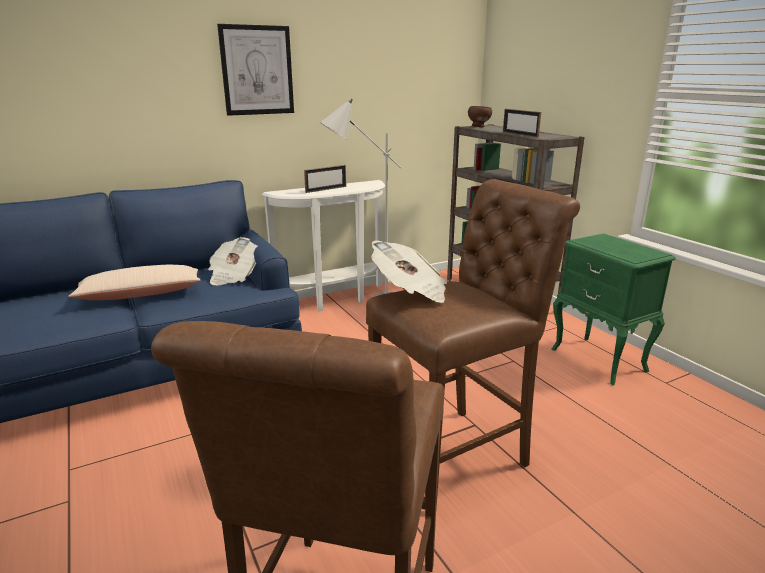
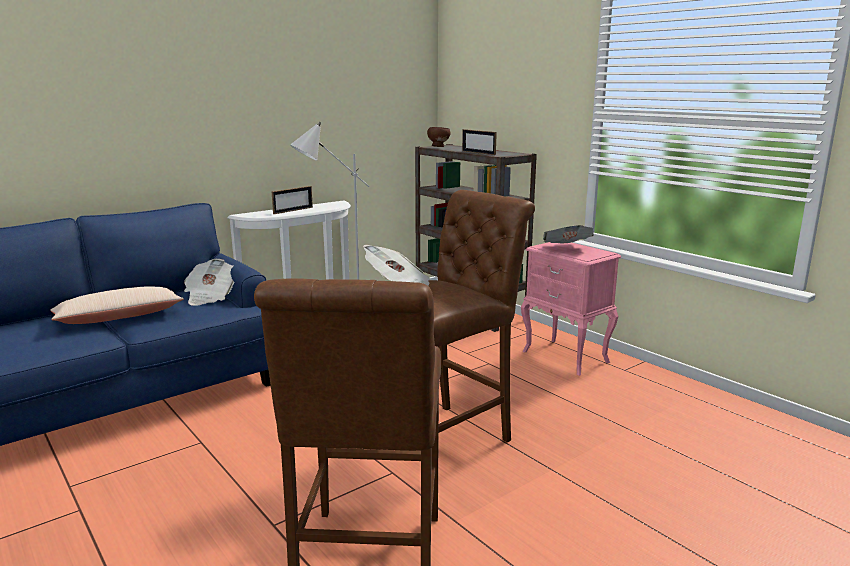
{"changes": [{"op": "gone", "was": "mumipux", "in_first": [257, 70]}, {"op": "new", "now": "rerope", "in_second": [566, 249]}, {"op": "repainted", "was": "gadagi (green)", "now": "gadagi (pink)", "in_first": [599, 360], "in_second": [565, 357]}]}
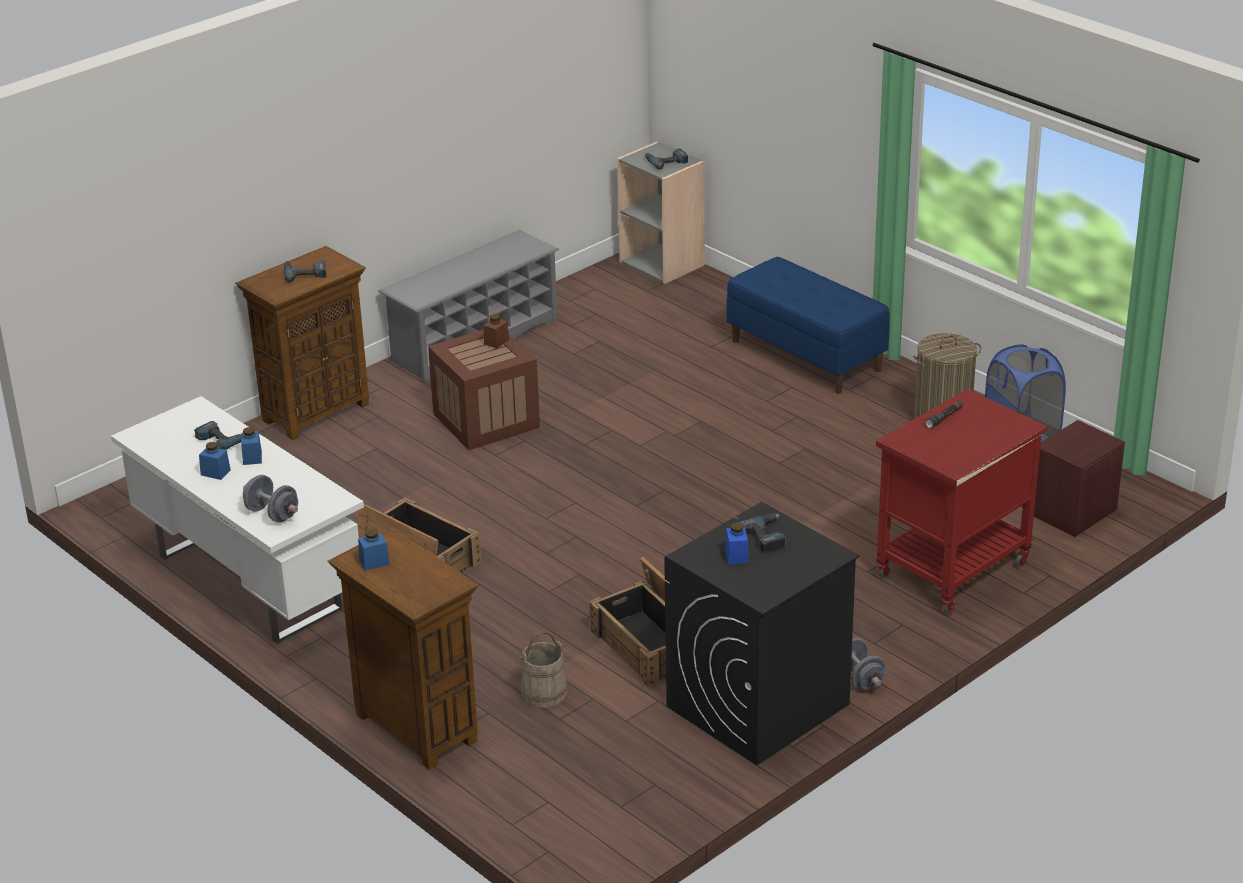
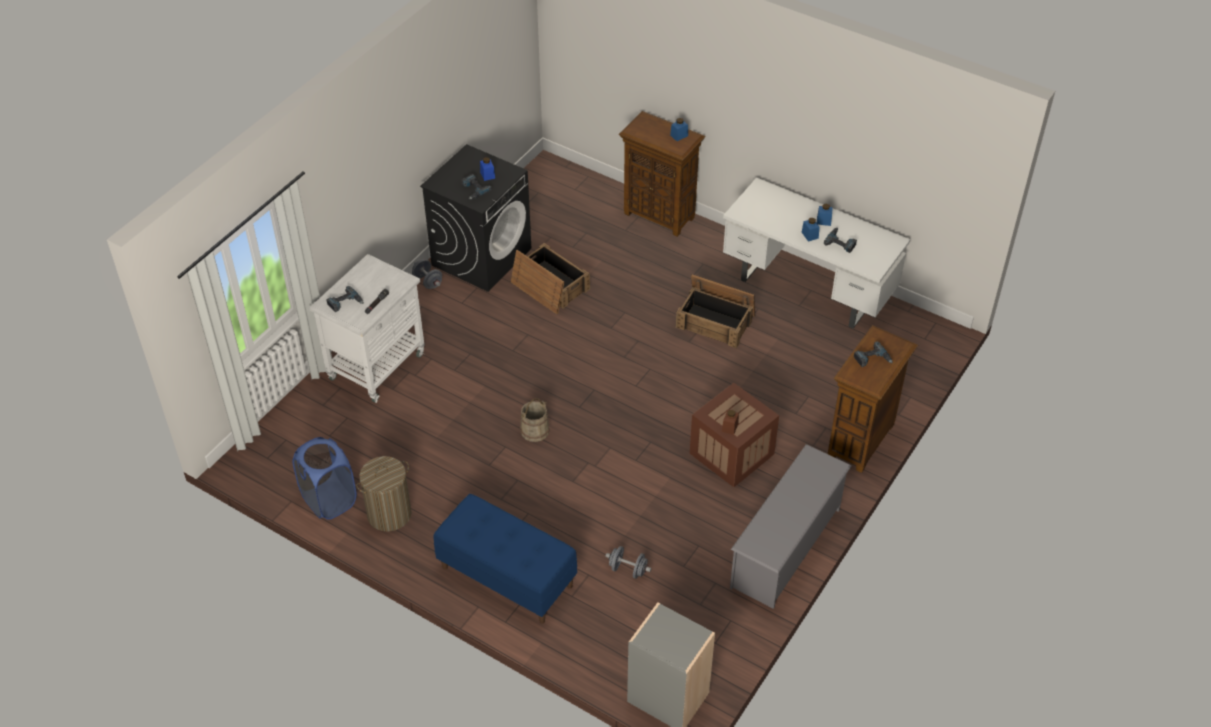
{"changes": [{"op": "gone", "was": "gadagi (brown)", "in_first": [1073, 512]}, {"op": "shifted", "was": "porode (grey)", "in_first": [272, 514], "in_second": [628, 569]}, {"op": "shifted", "was": "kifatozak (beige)", "in_first": [544, 693], "in_second": [534, 430]}, {"op": "shifted", "was": "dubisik", "in_first": [666, 161], "in_second": [345, 303]}, {"op": "repainted", "was": "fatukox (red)", "now": "fatukox (white)", "in_first": [951, 572], "in_second": [378, 367]}]}
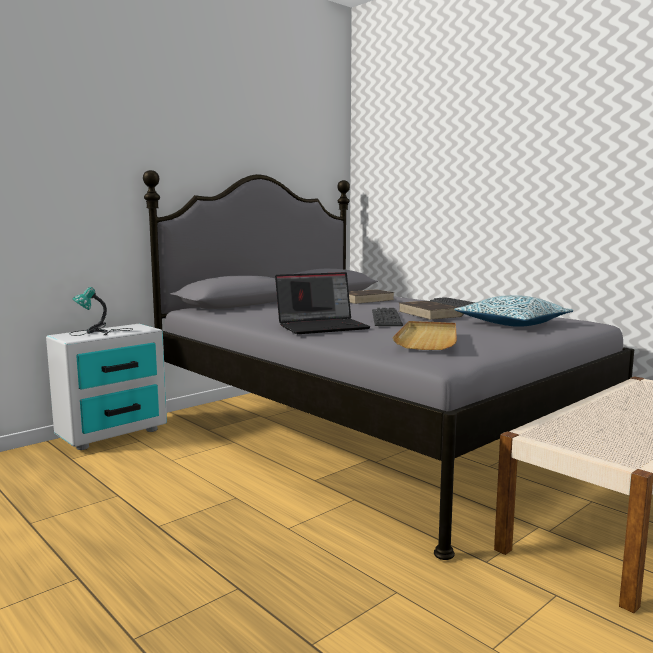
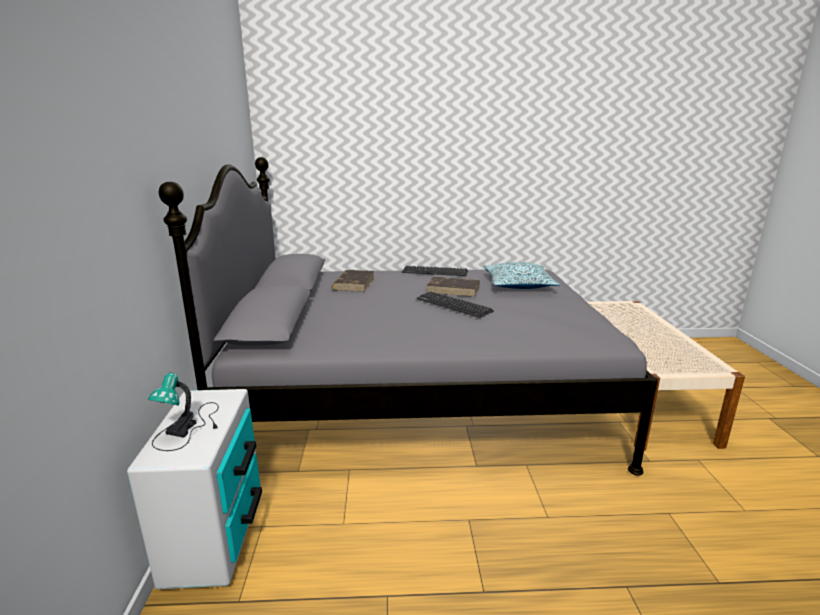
{"changes": [{"op": "gone", "was": "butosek", "in_first": [323, 326]}, {"op": "gone", "was": "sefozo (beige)", "in_first": [428, 339]}]}
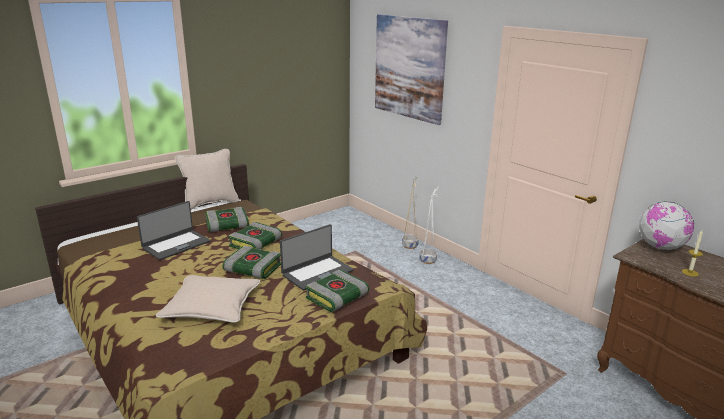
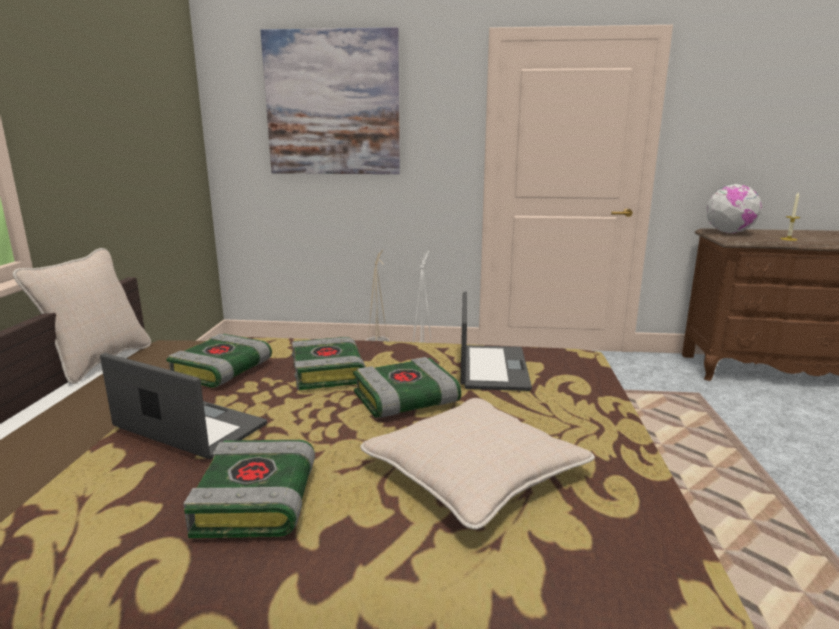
{"changes": [{"op": "shifted", "was": "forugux", "in_first": [337, 298], "in_second": [258, 501]}, {"op": "rotated", "was": "butosek", "in_first": [176, 245], "in_second": [189, 428], "clockwise": -60}]}
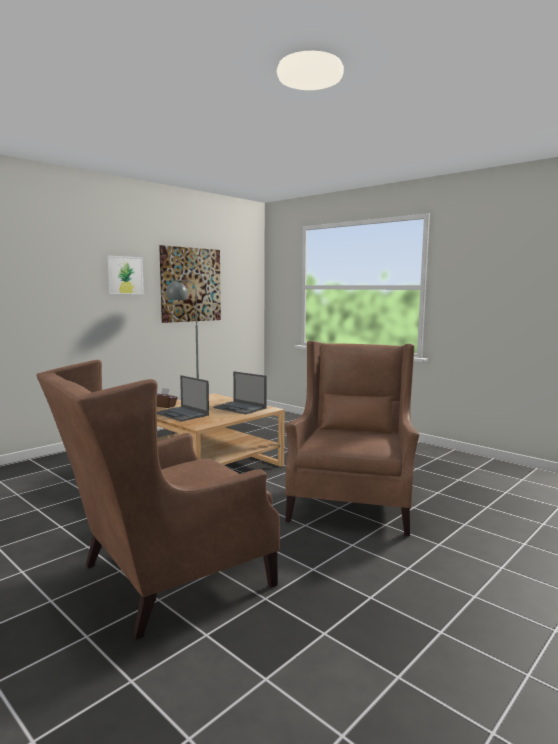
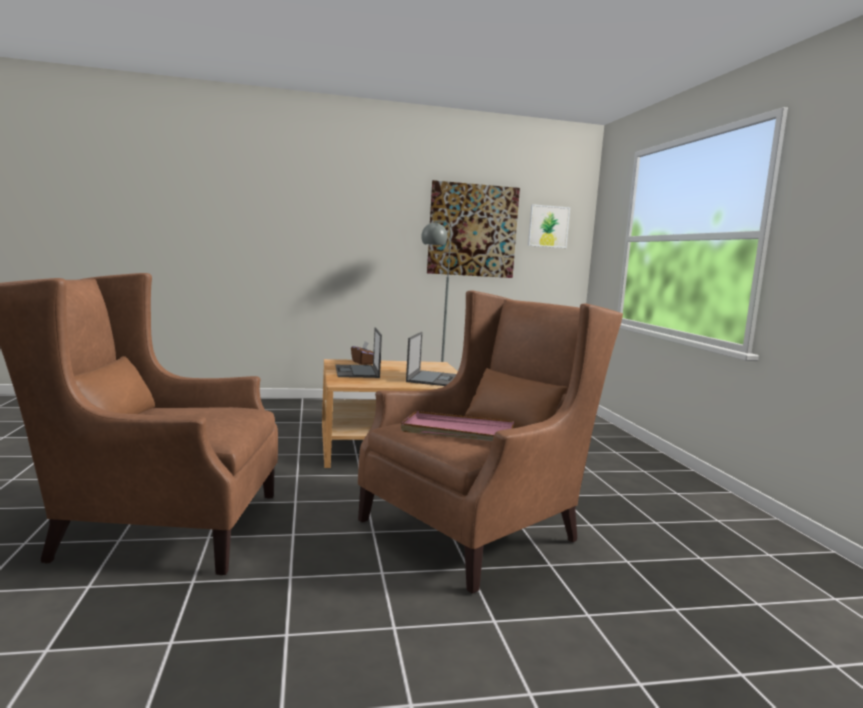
{"changes": [{"op": "new", "now": "sefozo (pink)", "in_second": [457, 431]}, {"op": "shifted", "was": "mumipux", "in_first": [125, 275], "in_second": [548, 226]}, {"op": "rotated", "was": "butosek", "in_first": [240, 408], "in_second": [432, 378], "clockwise": -150}]}
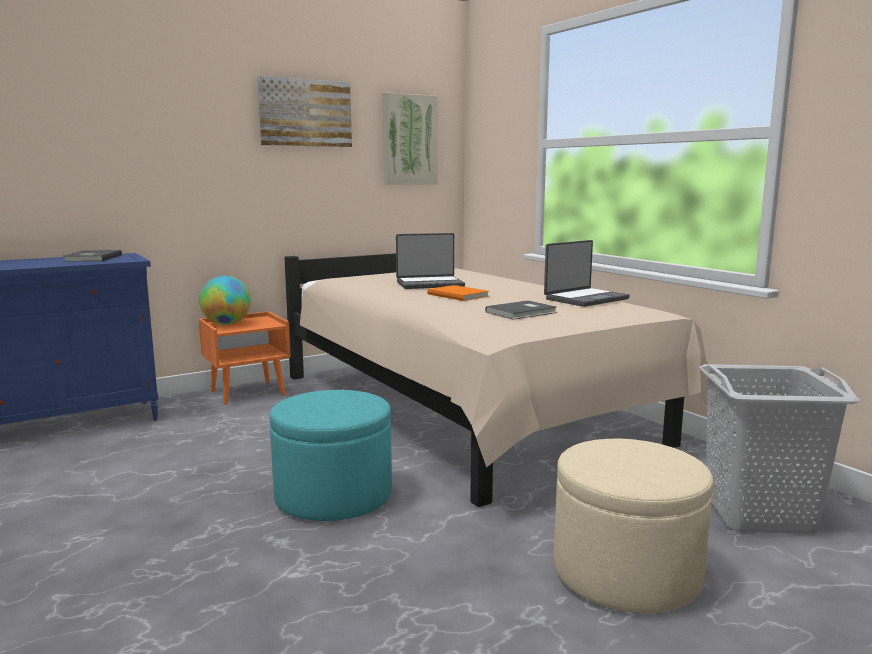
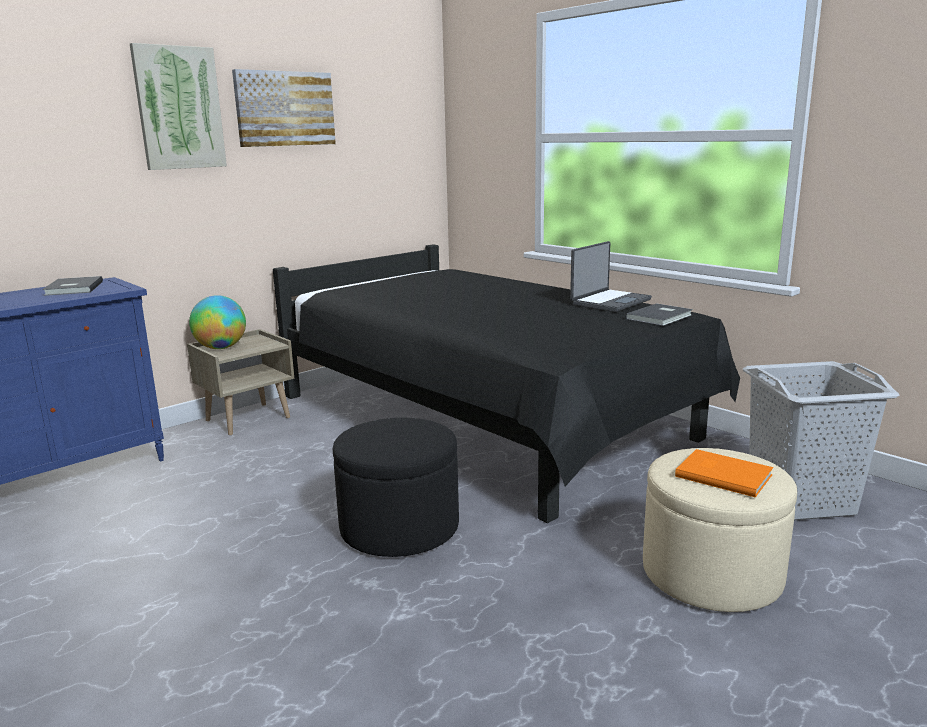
{"changes": [{"op": "gone", "was": "butosek", "in_first": [429, 284]}, {"op": "shifted", "was": "mumipux", "in_first": [409, 140], "in_second": [179, 108]}, {"op": "shifted", "was": "forugux (orange)", "in_first": [458, 295], "in_second": [723, 474]}, {"op": "shifted", "was": "forugux (grey)", "in_first": [522, 312], "in_second": [661, 317]}, {"op": "repainted", "was": "gadagi (orange)", "now": "gadagi (beige)", "in_first": [248, 392], "in_second": [248, 418]}, {"op": "repainted", "was": "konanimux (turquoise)", "now": "konanimux (black)", "in_first": [333, 496], "in_second": [399, 527]}, {"op": "repainted", "was": "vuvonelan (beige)", "now": "vuvonelan (black)", "in_first": [466, 411], "in_second": [488, 420]}]}
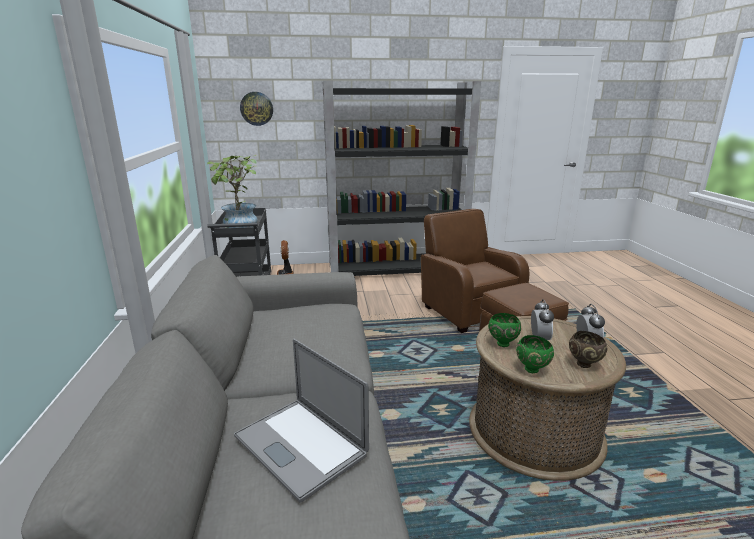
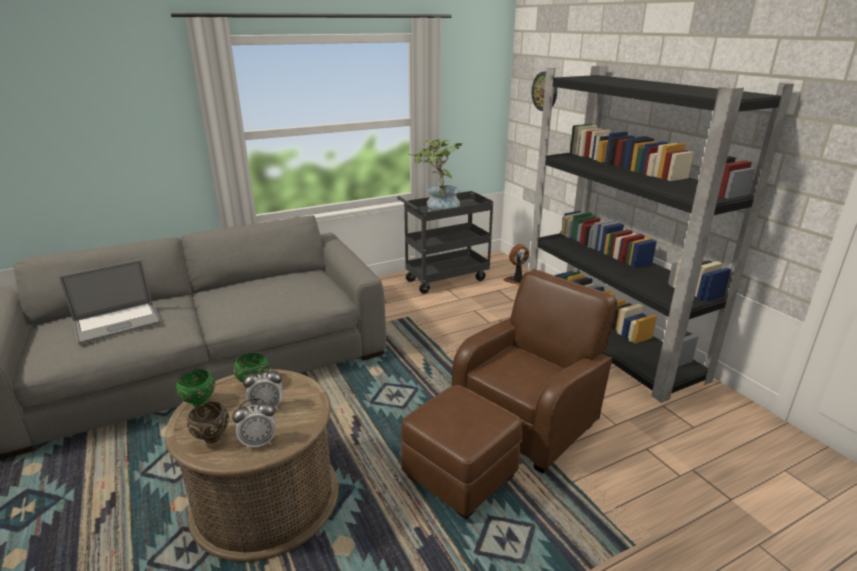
{"changes": [{"op": "rotated", "was": "butosek", "in_first": [300, 445], "in_second": [117, 323], "clockwise": -150}]}
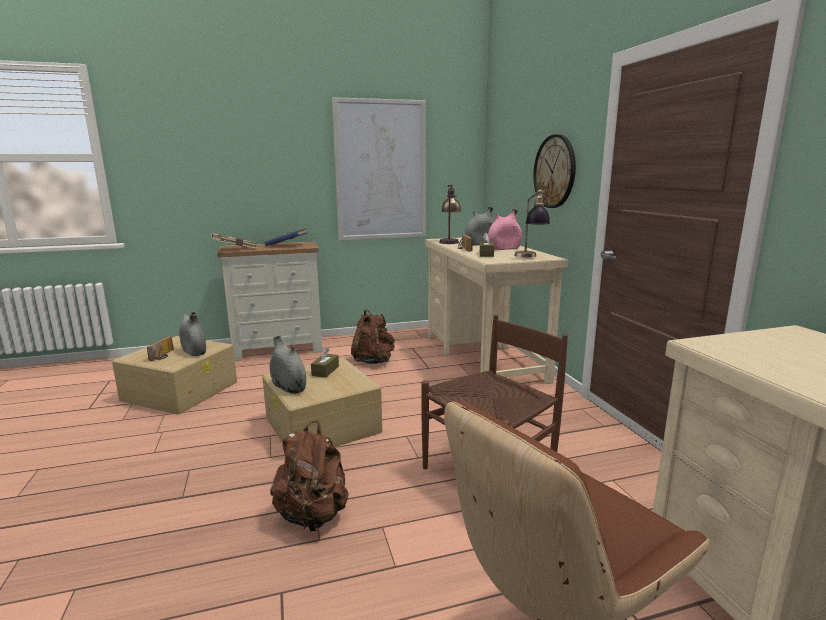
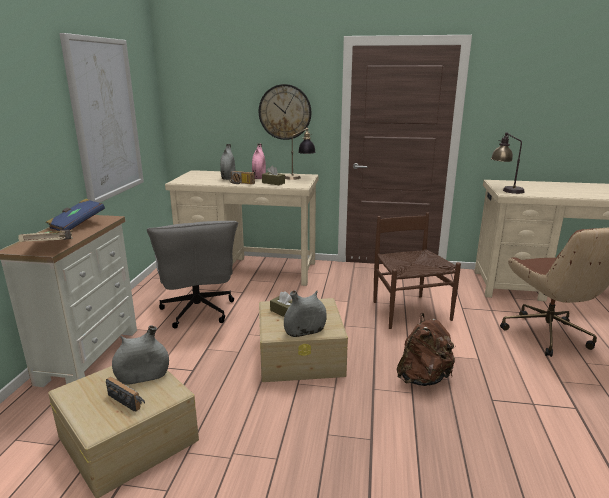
{"changes": [{"op": "shifted", "was": "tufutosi", "in_first": [449, 241], "in_second": [505, 190]}, {"op": "swapped", "was": "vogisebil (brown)", "now": "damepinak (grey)", "in_first": [374, 361], "in_second": [197, 310]}]}
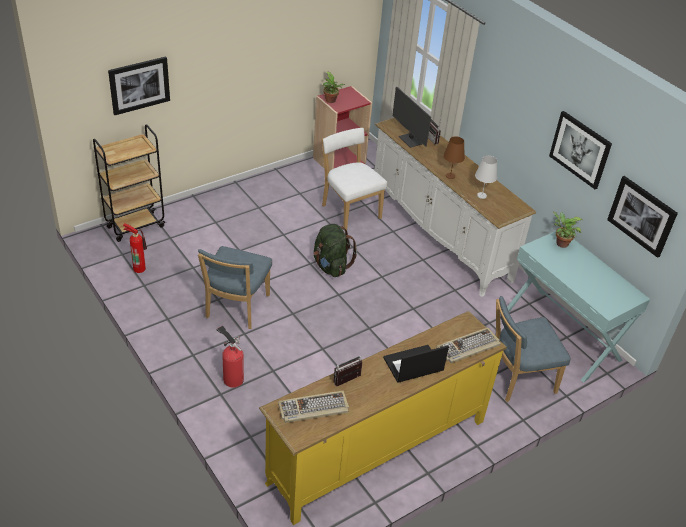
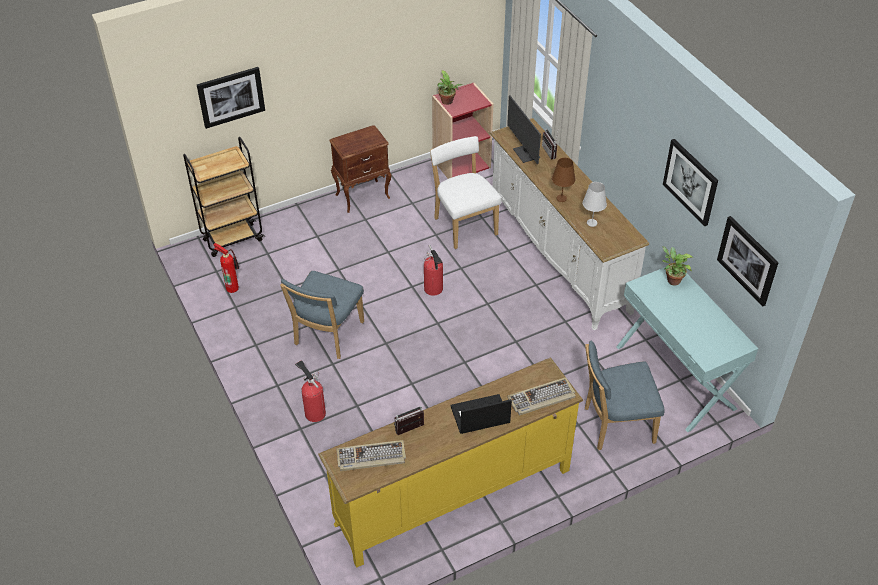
{"changes": [{"op": "new", "now": "gadagi (brown)", "in_second": [363, 196]}, {"op": "swapped", "was": "vogisebil (green)", "now": "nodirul", "in_first": [331, 266], "in_second": [434, 290]}]}
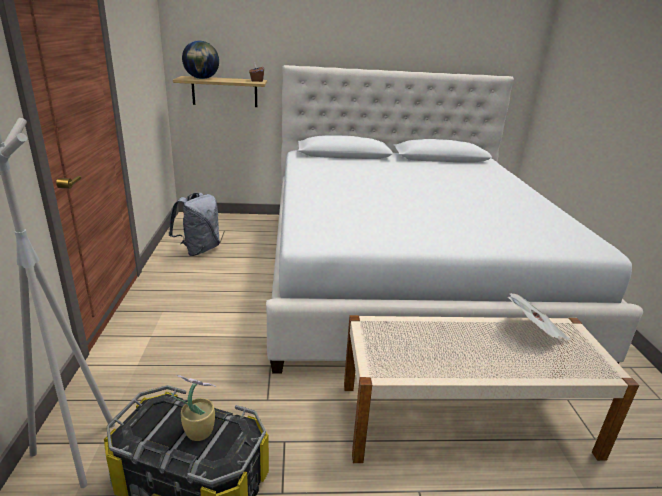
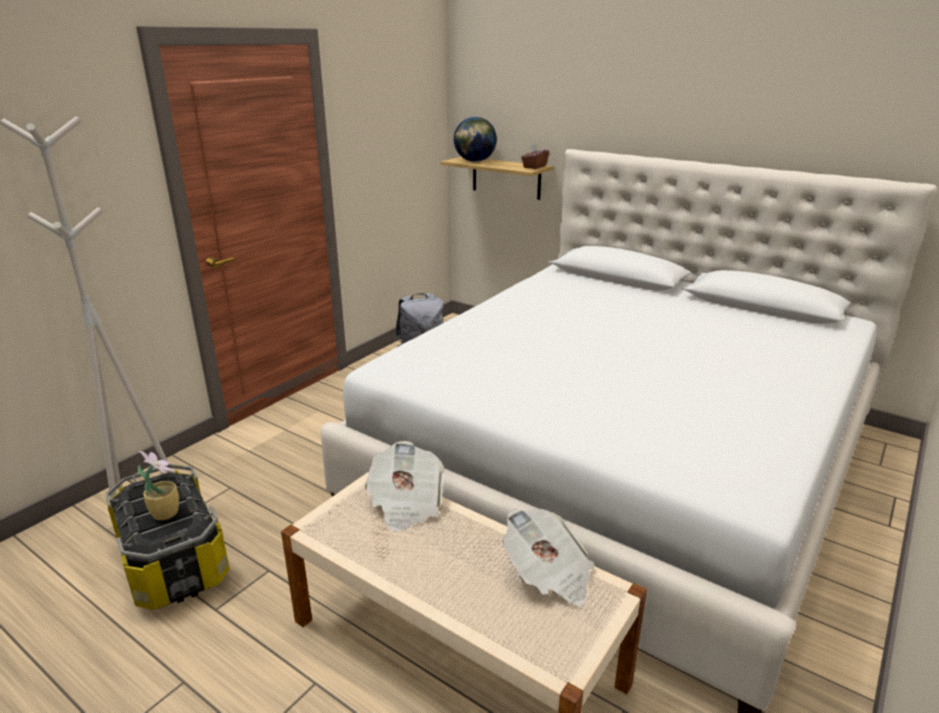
{"changes": [{"op": "new", "now": "rerope", "in_second": [405, 504]}]}
